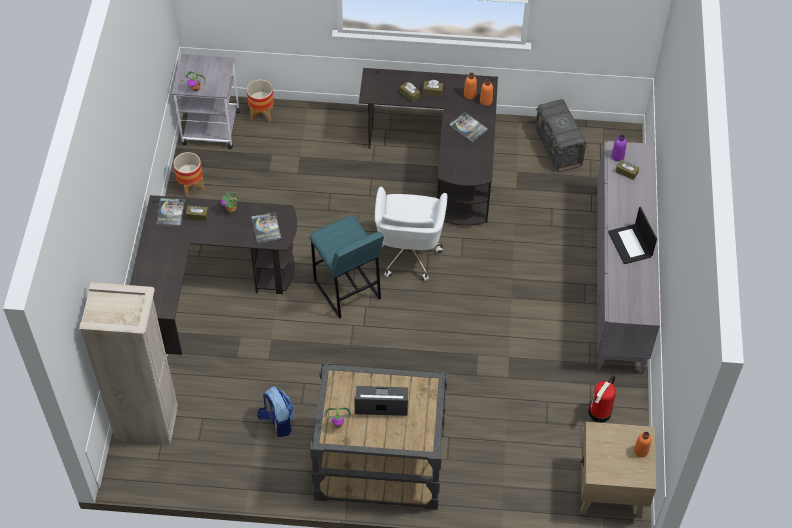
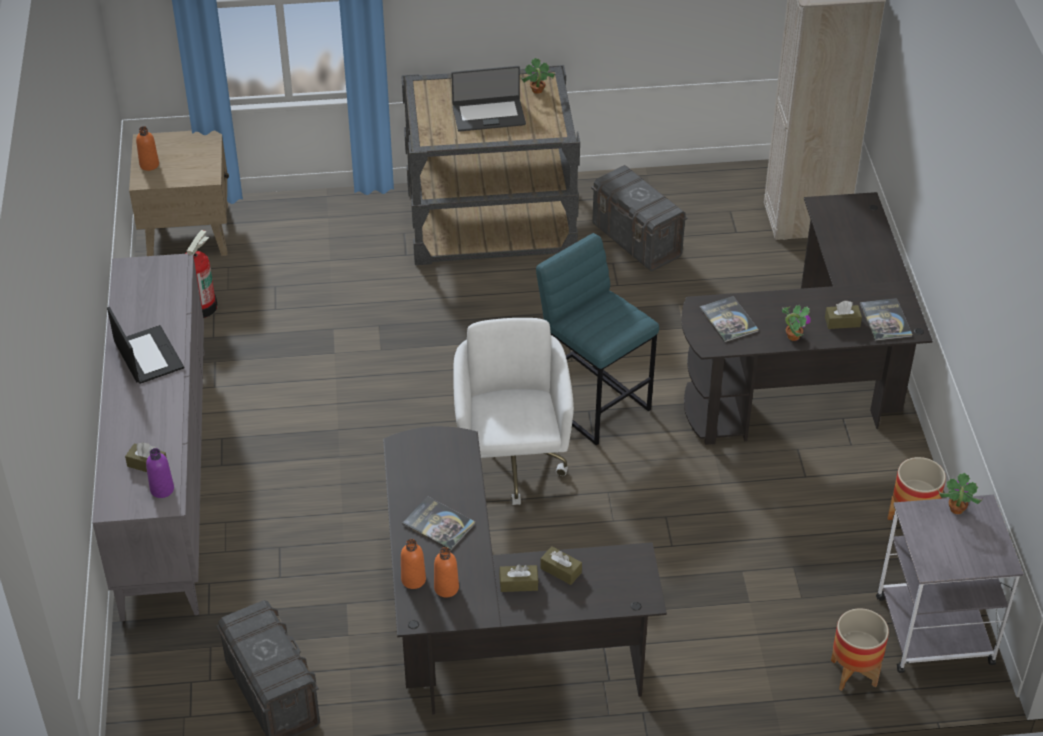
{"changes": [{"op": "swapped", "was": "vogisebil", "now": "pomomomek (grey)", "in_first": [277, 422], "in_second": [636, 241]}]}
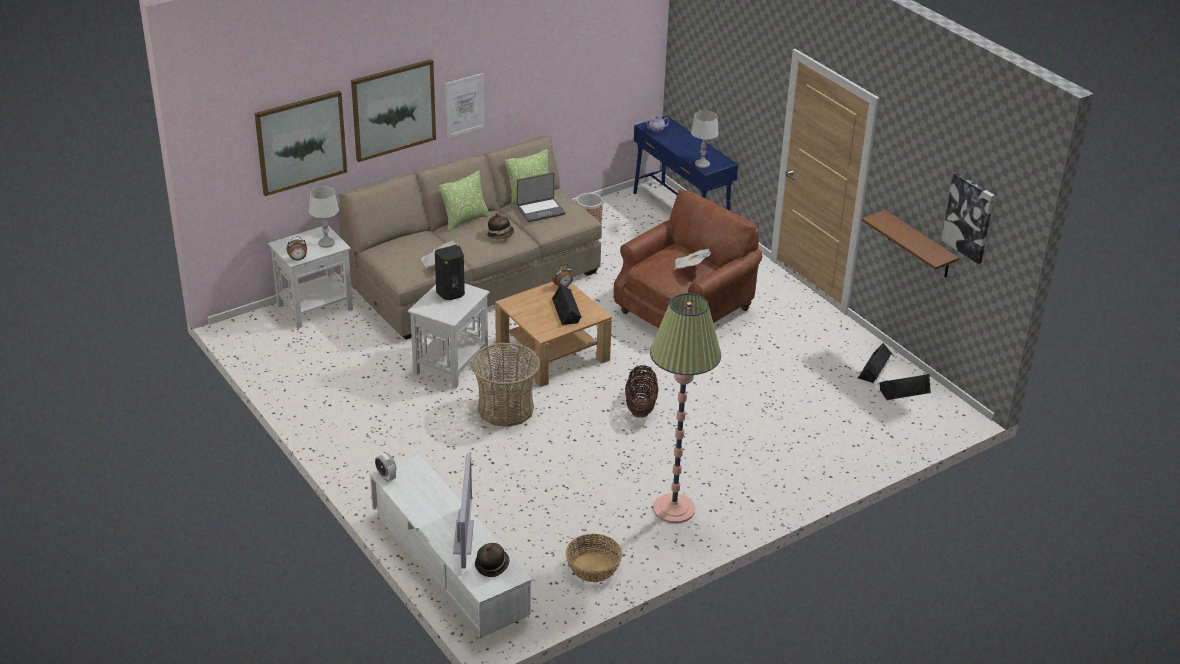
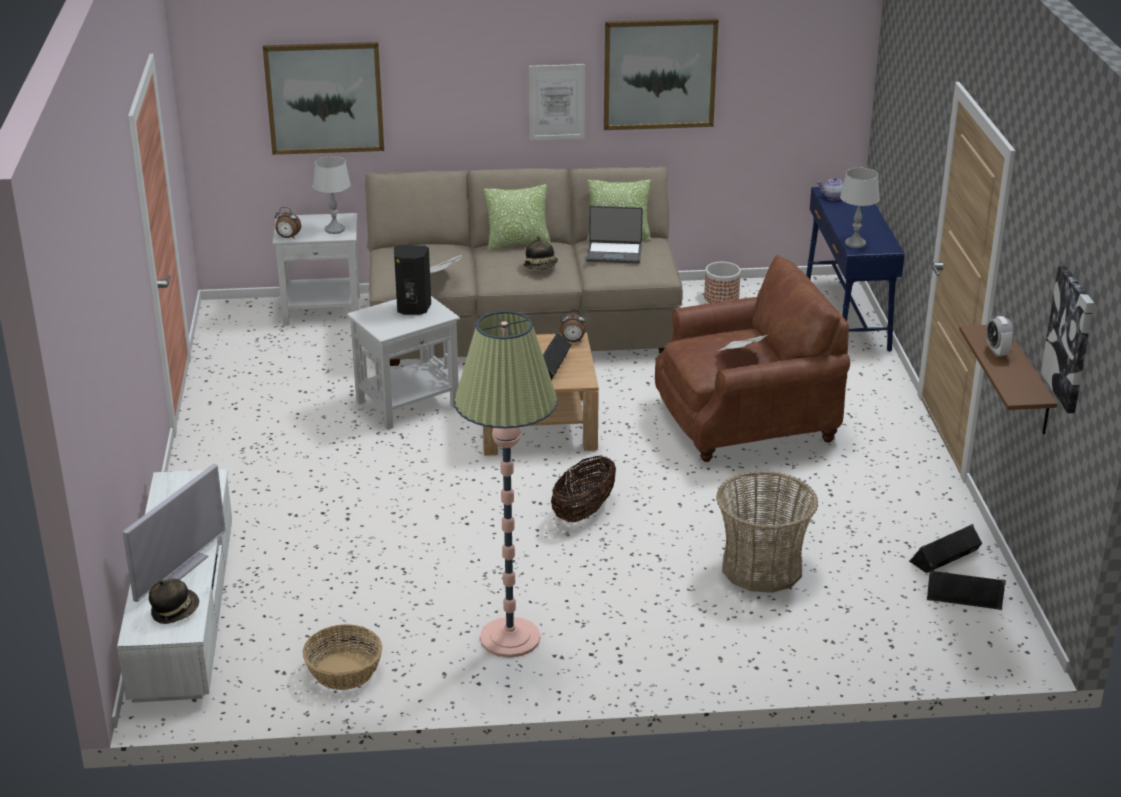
{"changes": [{"op": "shifted", "was": "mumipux", "in_first": [393, 109], "in_second": [659, 74]}, {"op": "shifted", "was": "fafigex", "in_first": [386, 476], "in_second": [997, 351]}, {"op": "shifted", "was": "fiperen", "in_first": [505, 409], "in_second": [761, 568]}]}
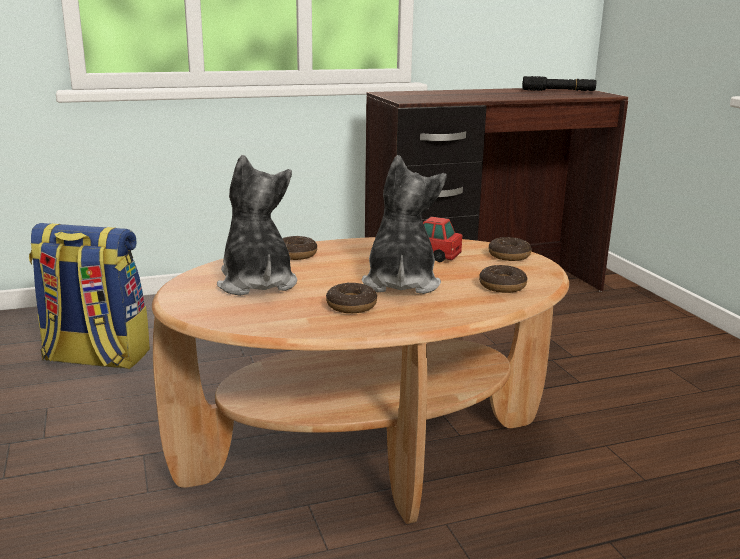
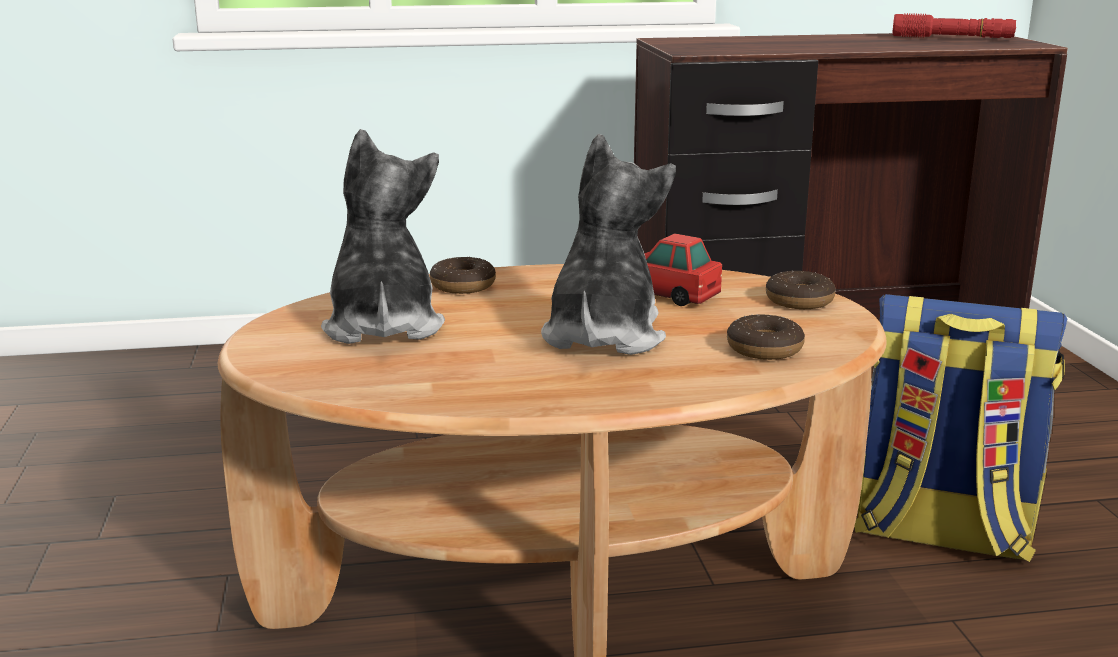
{"changes": [{"op": "gone", "was": "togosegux", "in_first": [351, 306]}, {"op": "shifted", "was": "vogisebil", "in_first": [95, 358], "in_second": [940, 533]}, {"op": "repainted", "was": "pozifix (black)", "now": "pozifix (red)", "in_first": [558, 91], "in_second": [952, 38]}]}
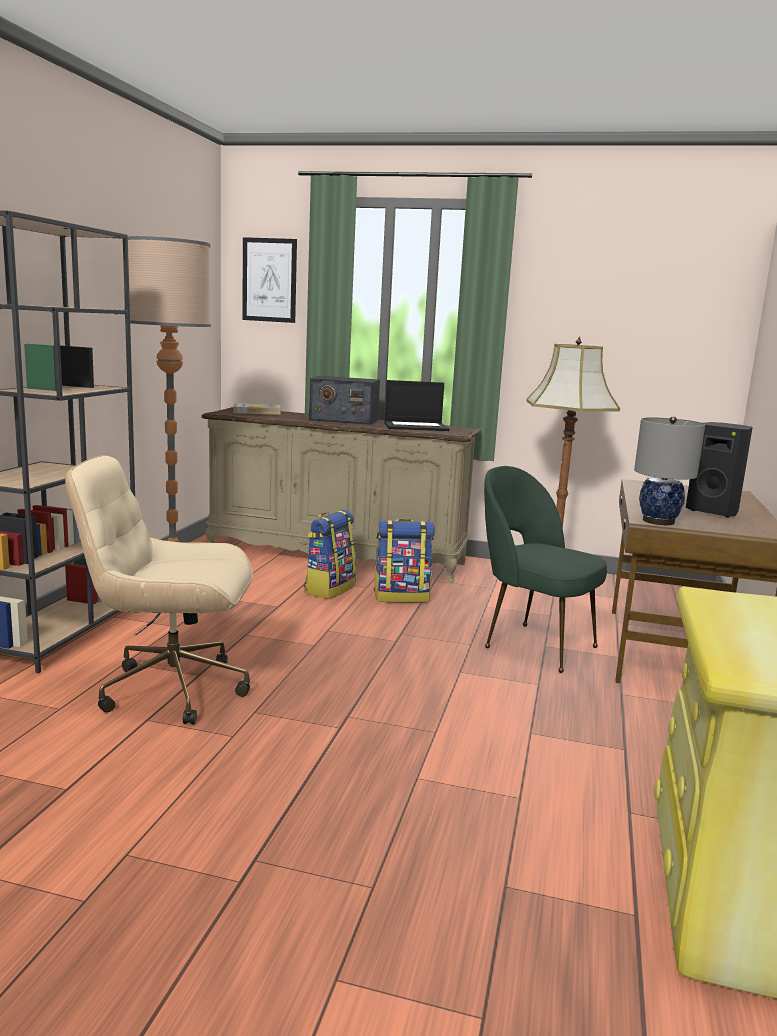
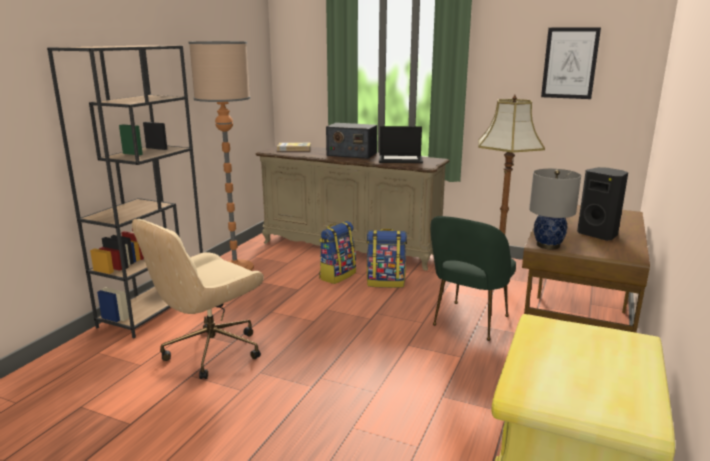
{"changes": [{"op": "shifted", "was": "mumipux", "in_first": [269, 280], "in_second": [570, 63]}, {"op": "rotated", "was": "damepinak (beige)", "in_first": [169, 690], "in_second": [210, 353], "clockwise": -60}, {"op": "rotated", "was": "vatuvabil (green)", "in_first": [532, 644], "in_second": [468, 323], "clockwise": -105}]}
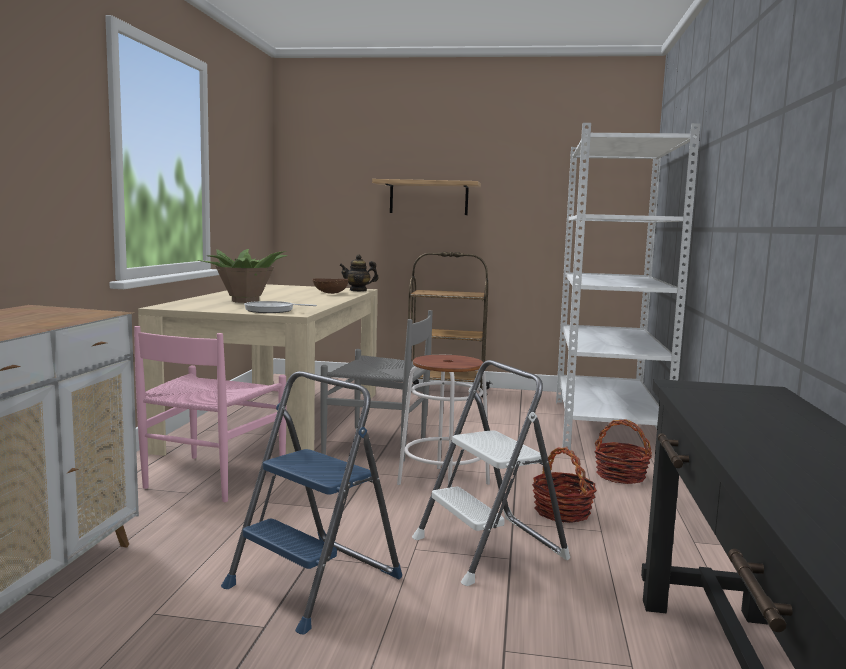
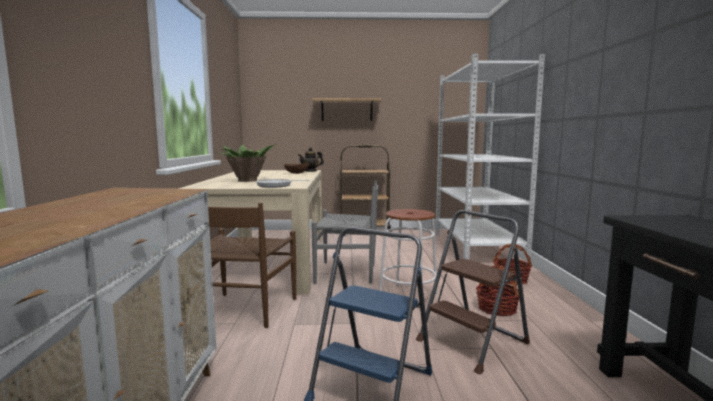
{"changes": [{"op": "repainted", "was": "vatuvabil (pink)", "now": "vatuvabil (brown)", "in_first": [211, 479], "in_second": [246, 310]}, {"op": "repainted", "was": "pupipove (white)", "now": "pupipove (brown)", "in_first": [495, 547], "in_second": [475, 340]}]}
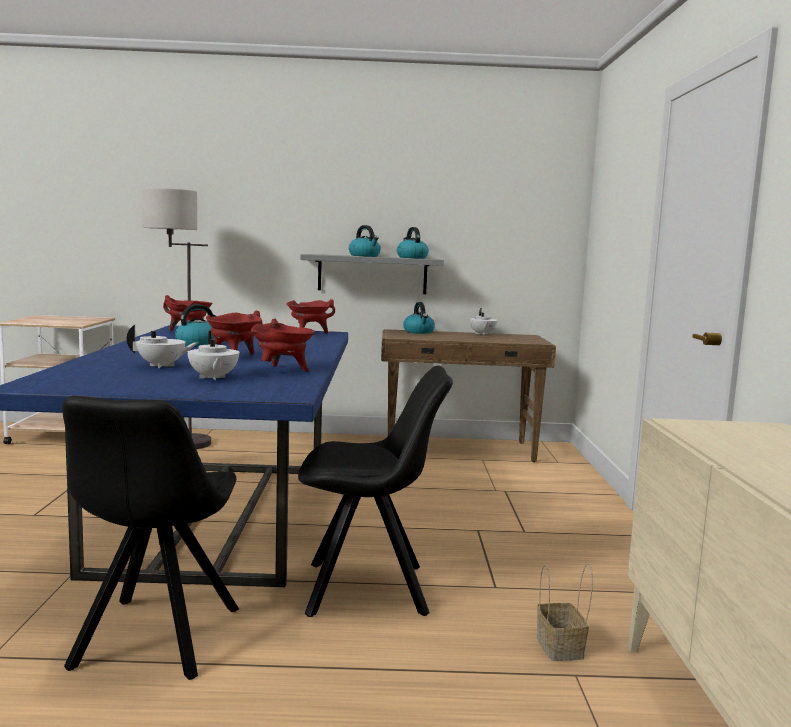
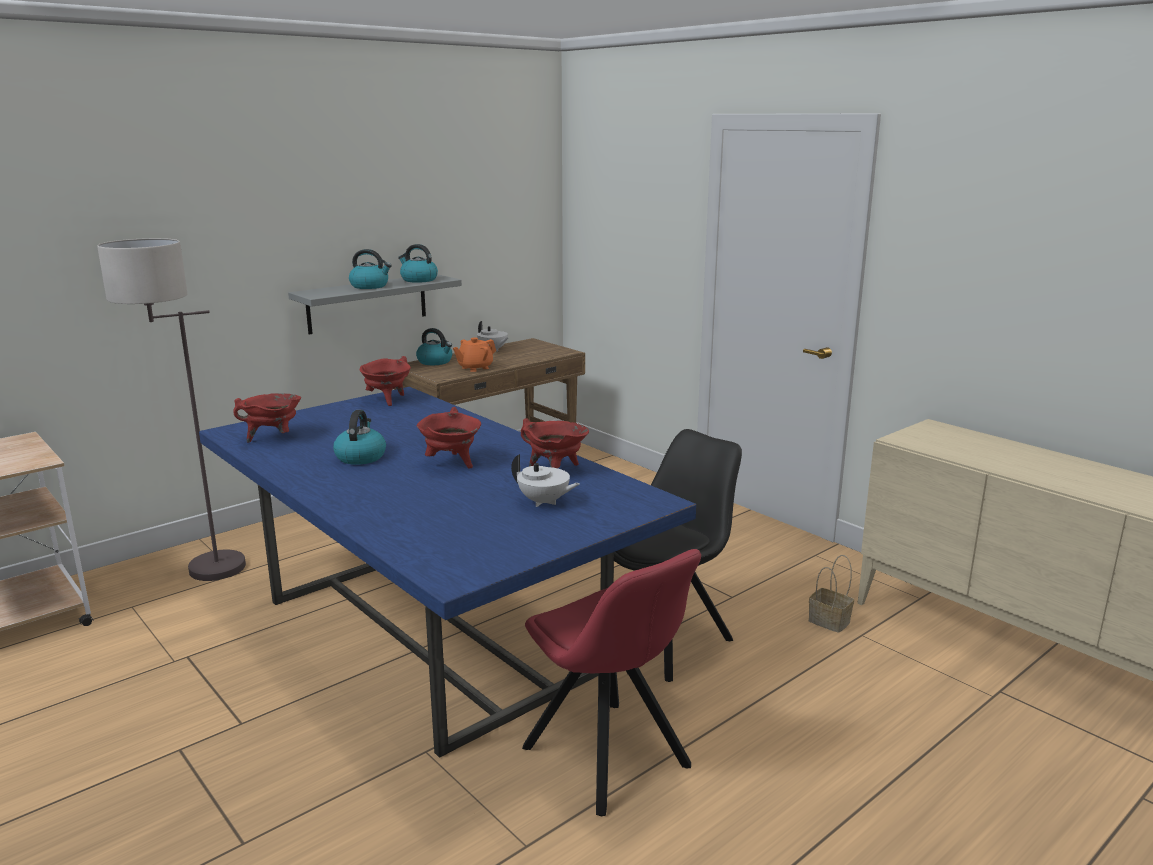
{"changes": [{"op": "gone", "was": "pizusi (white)", "in_first": [162, 366]}, {"op": "new", "now": "pizusi (orange)", "in_second": [475, 368]}, {"op": "repainted", "was": "vatuvabil (black)", "now": "vatuvabil (red)", "in_first": [155, 637], "in_second": [607, 757]}]}
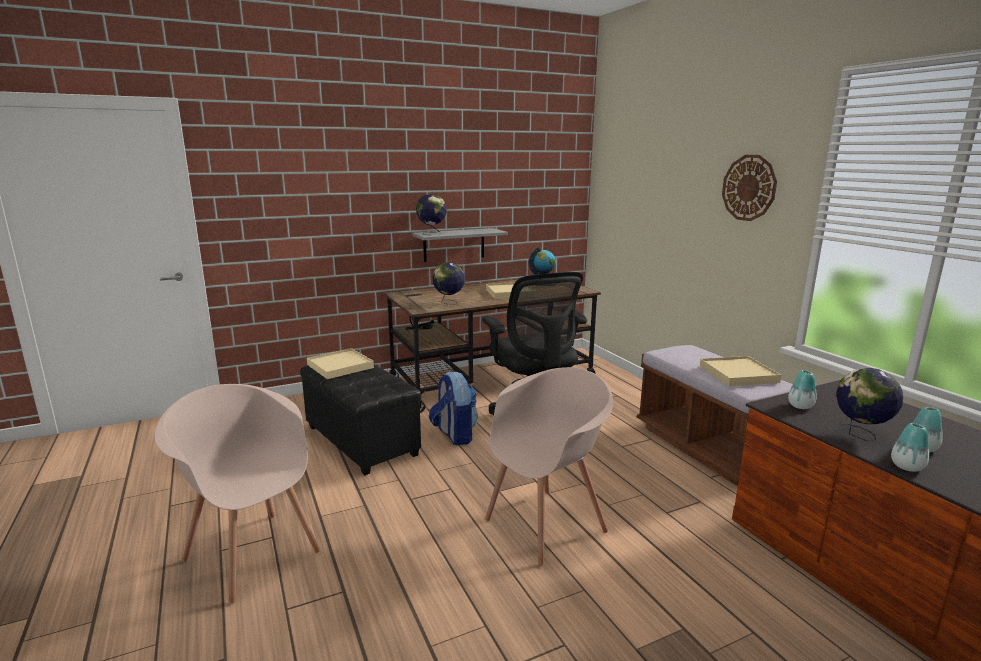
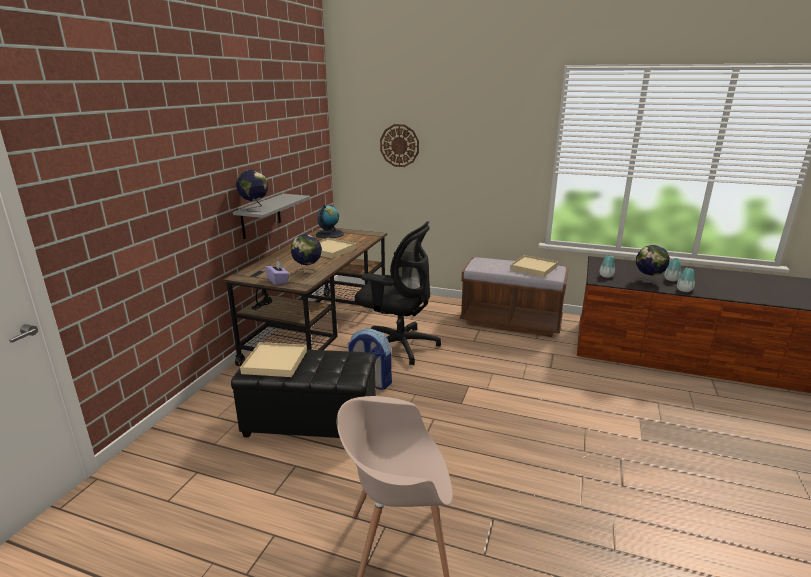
{"changes": [{"op": "gone", "was": "vatuvabil (beige)", "in_first": [546, 525]}, {"op": "new", "now": "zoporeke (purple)", "in_second": [278, 281]}, {"op": "shifted", "was": "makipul", "in_first": [749, 188], "in_second": [399, 145]}]}
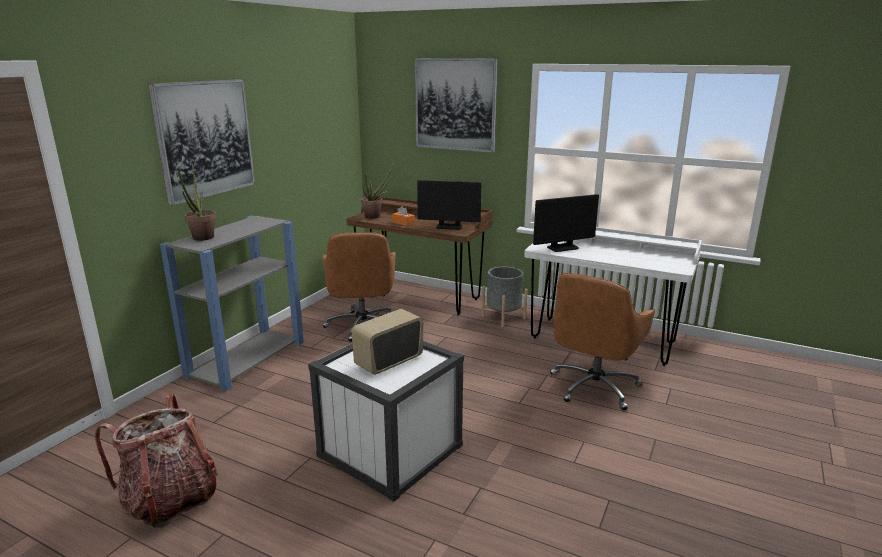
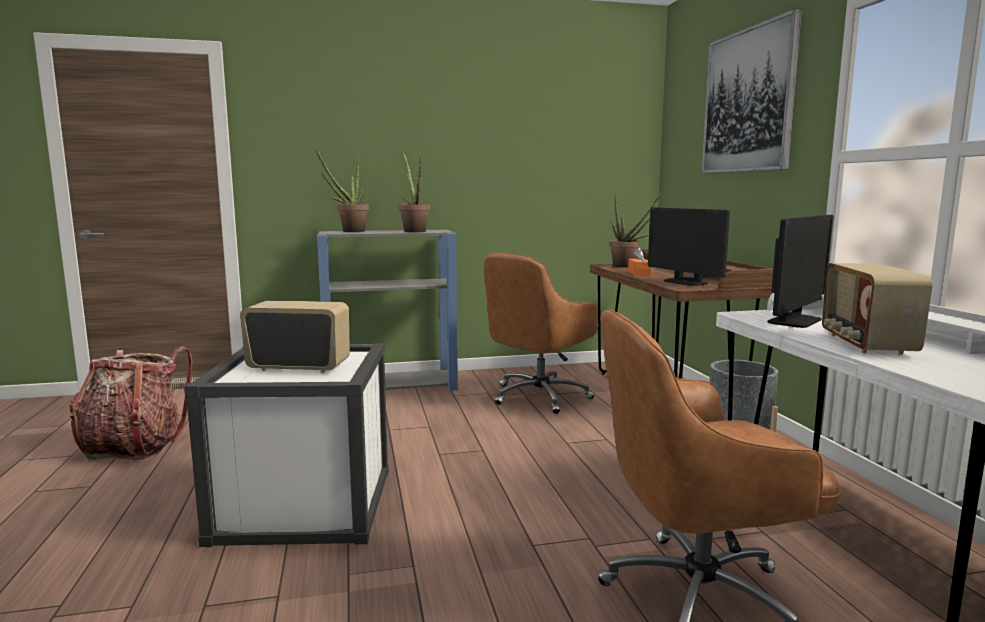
{"changes": [{"op": "gone", "was": "mumipux", "in_first": [205, 139]}, {"op": "new", "now": "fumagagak", "in_second": [413, 231]}, {"op": "new", "now": "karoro", "in_second": [865, 344]}, {"op": "rotated", "was": "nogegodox", "in_first": [562, 247], "in_second": [794, 321], "clockwise": -75}]}
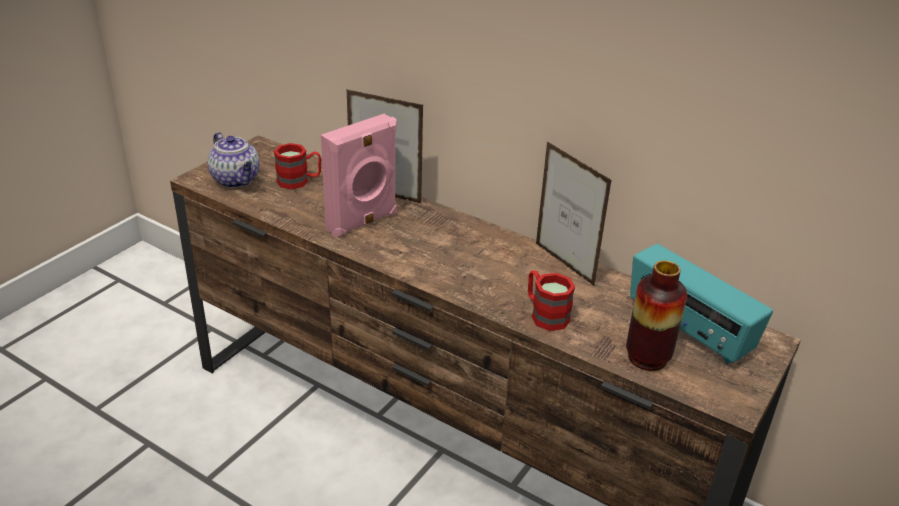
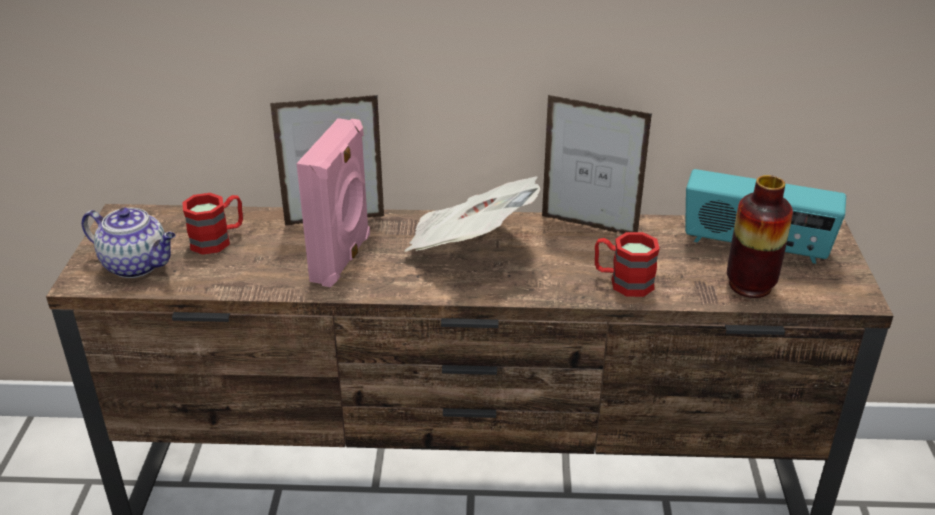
{"changes": [{"op": "new", "now": "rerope", "in_second": [469, 245]}]}
